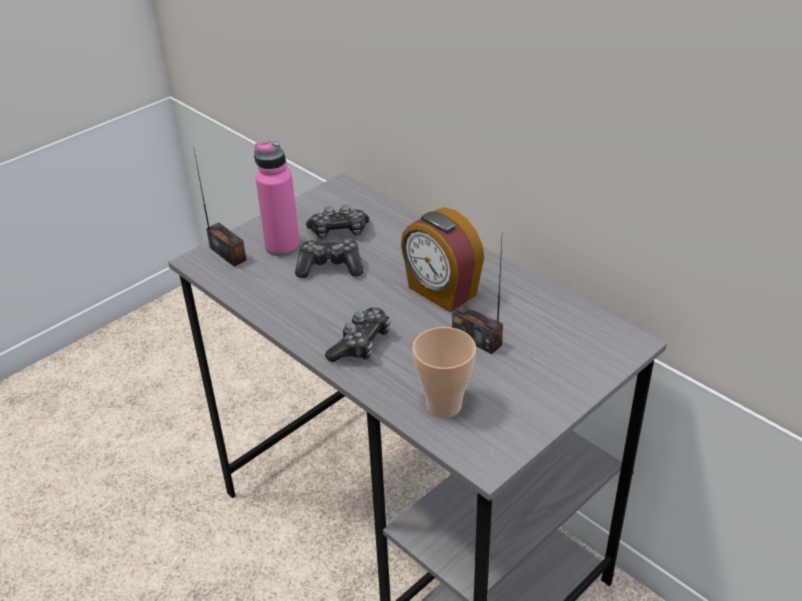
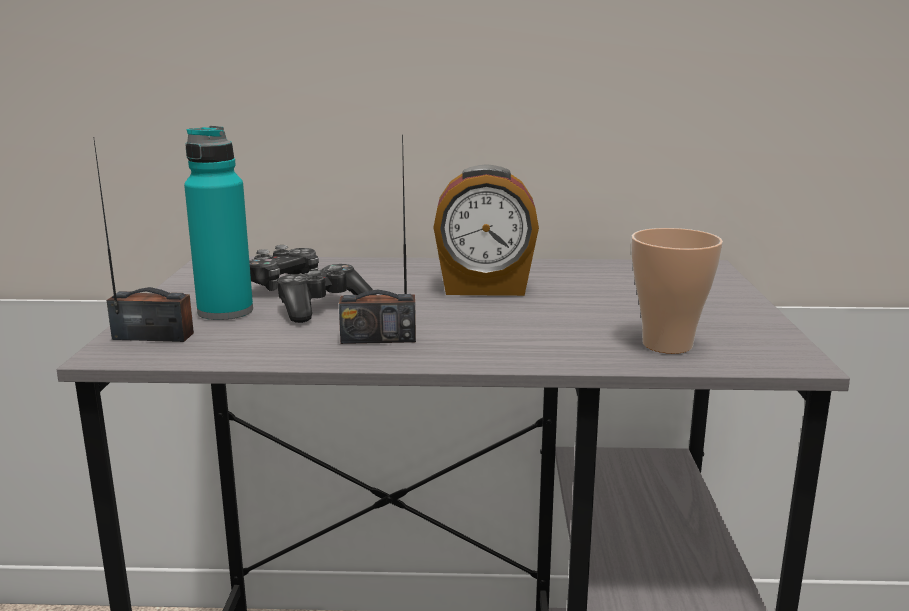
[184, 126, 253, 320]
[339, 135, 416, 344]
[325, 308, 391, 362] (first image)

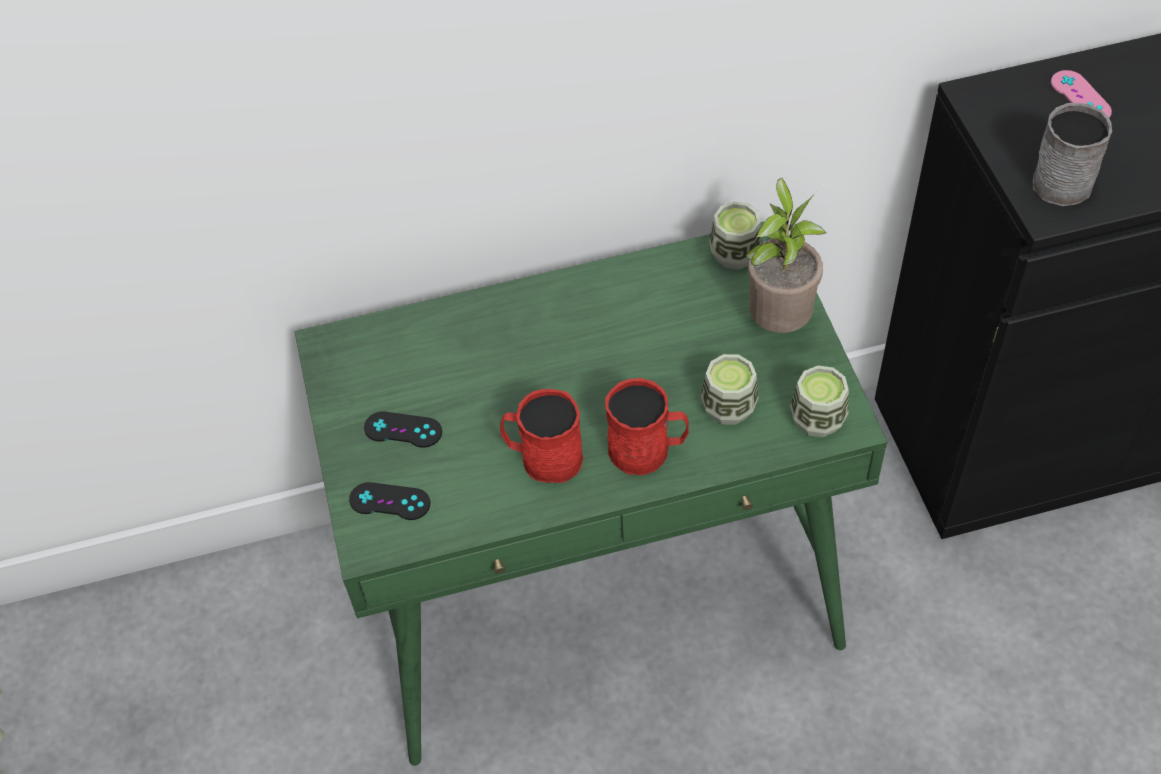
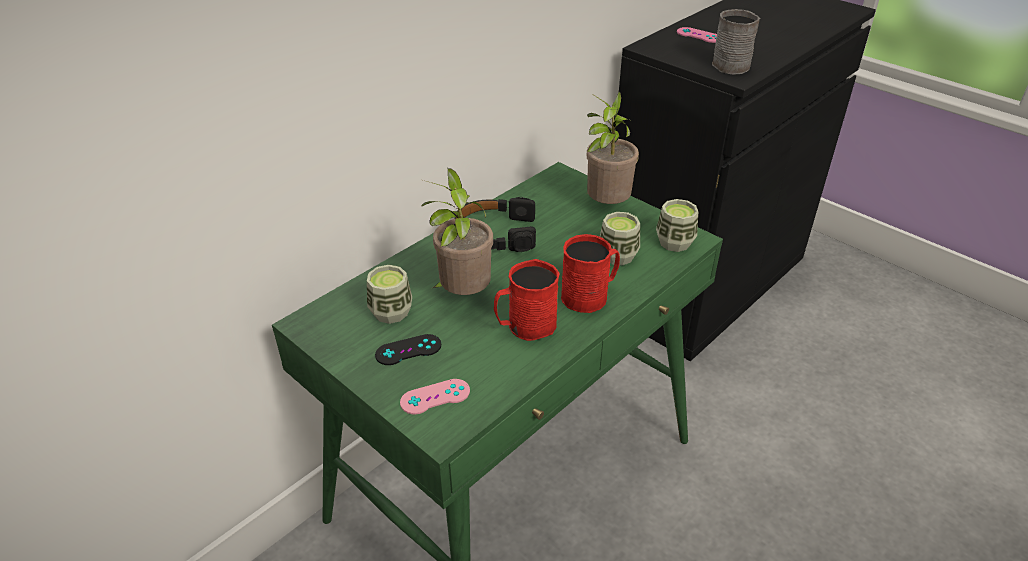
[367, 265, 412, 324]
[400, 379, 470, 415]
[422, 168, 493, 295]
[454, 197, 536, 252]

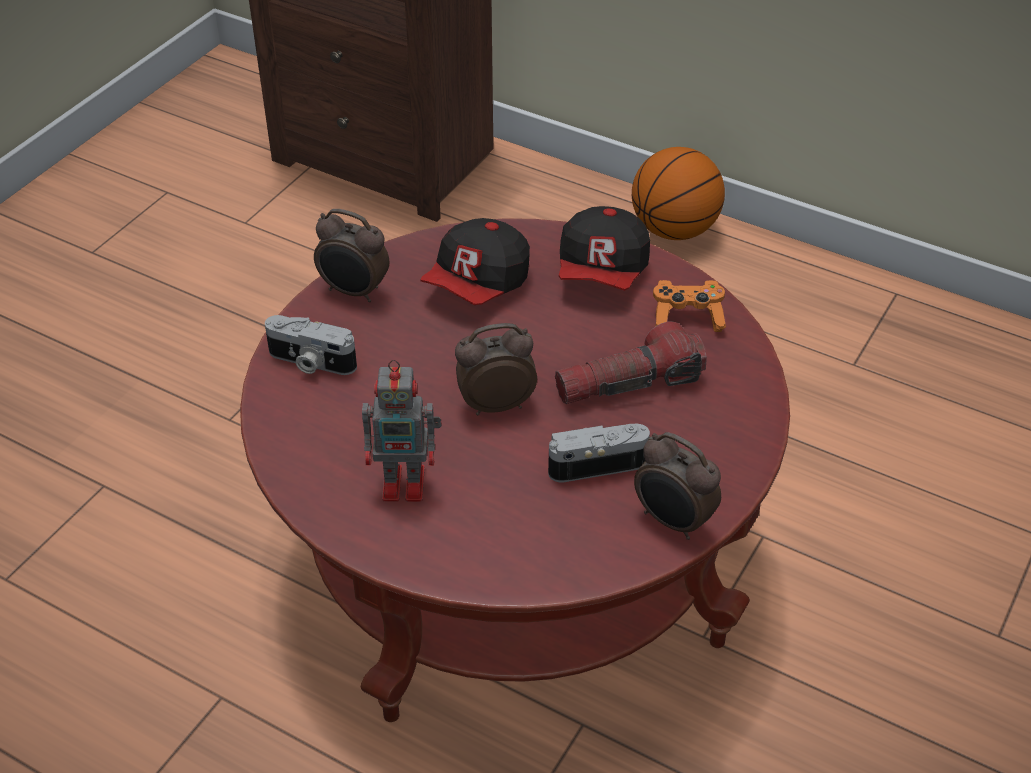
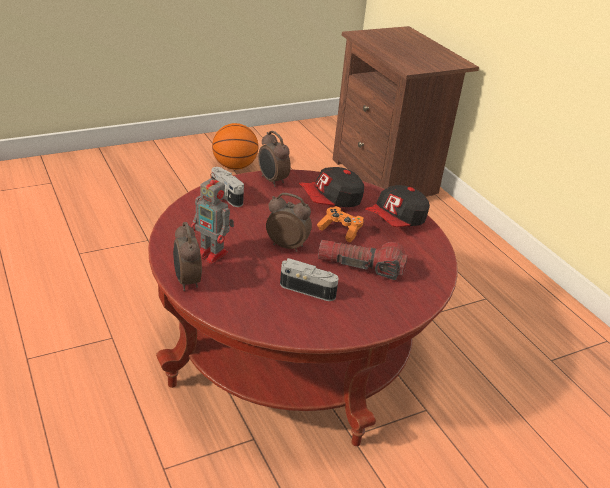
[173, 222, 202, 291]
[212, 123, 258, 170]
[317, 207, 364, 242]

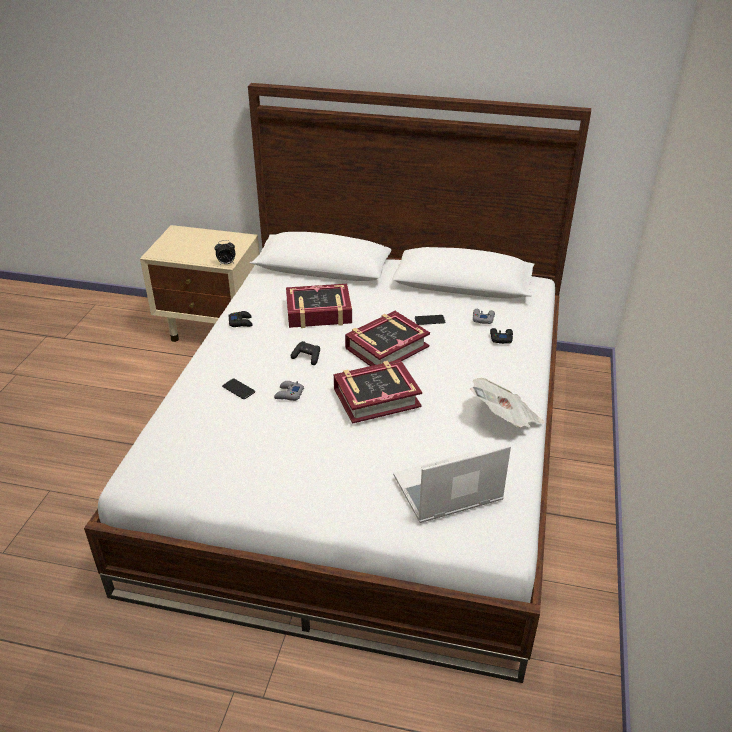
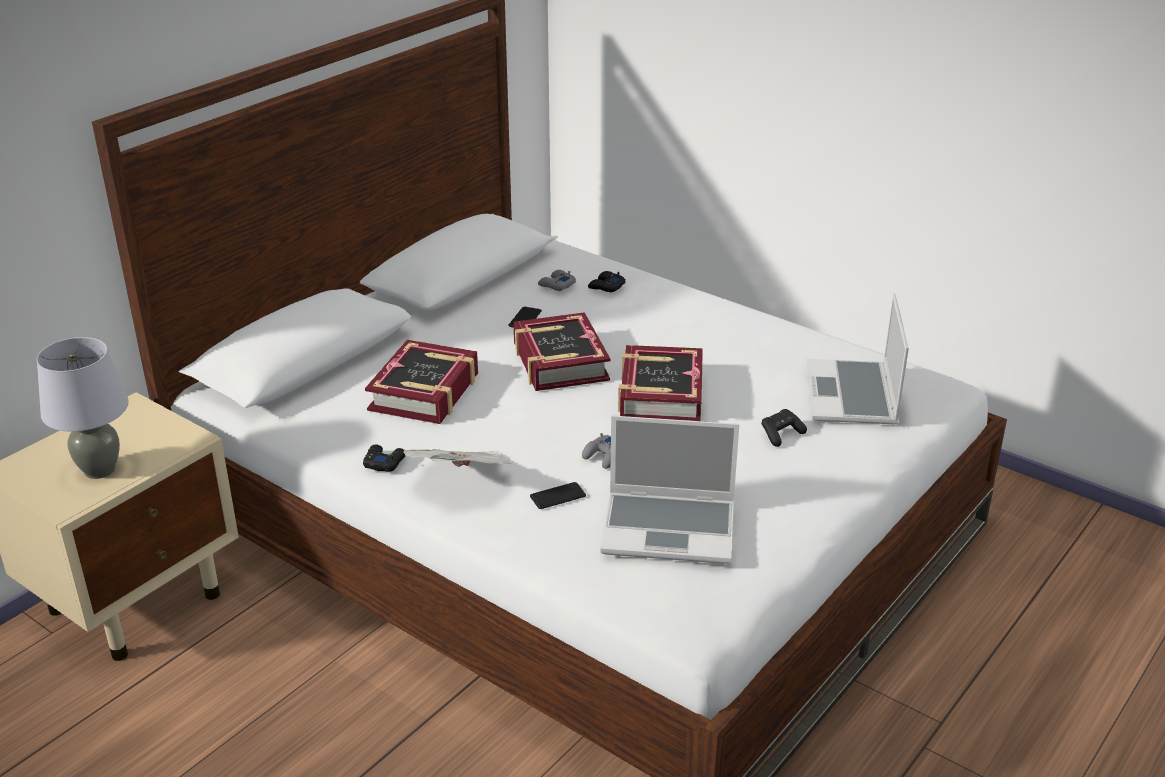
[37, 337, 129, 479]
[403, 449, 511, 467]
[600, 416, 739, 564]
[762, 409, 807, 447]
[214, 240, 235, 265] (first image)

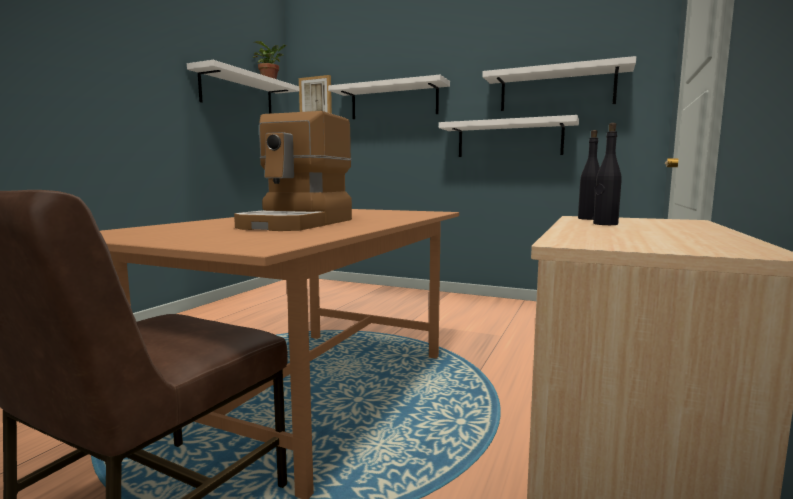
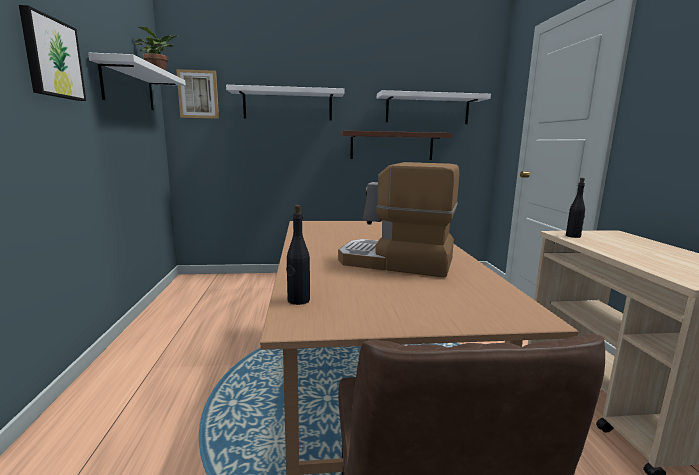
[19, 5, 86, 101]
[286, 205, 310, 305]
[338, 162, 459, 278]
[341, 131, 452, 160]

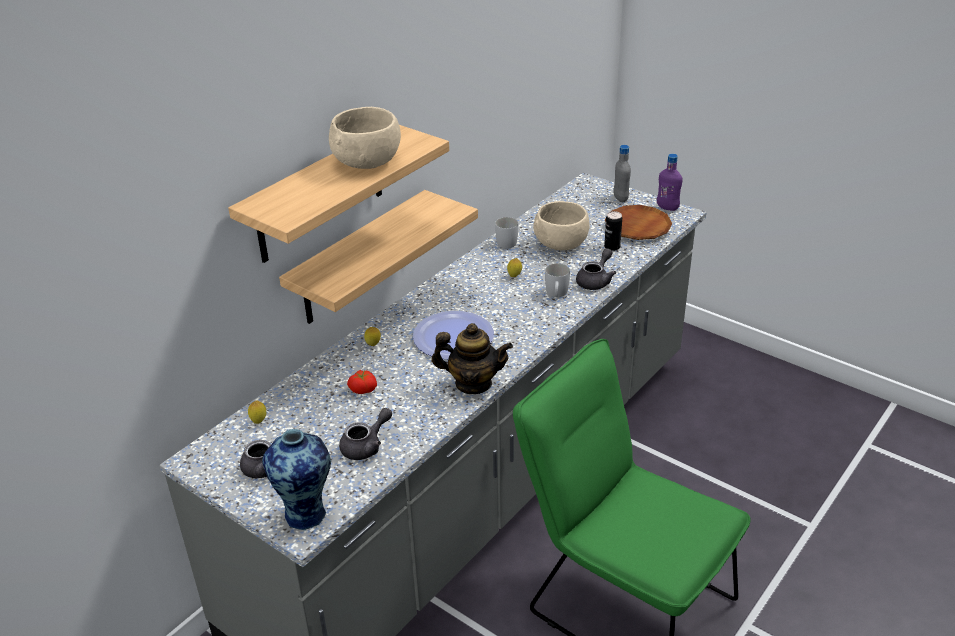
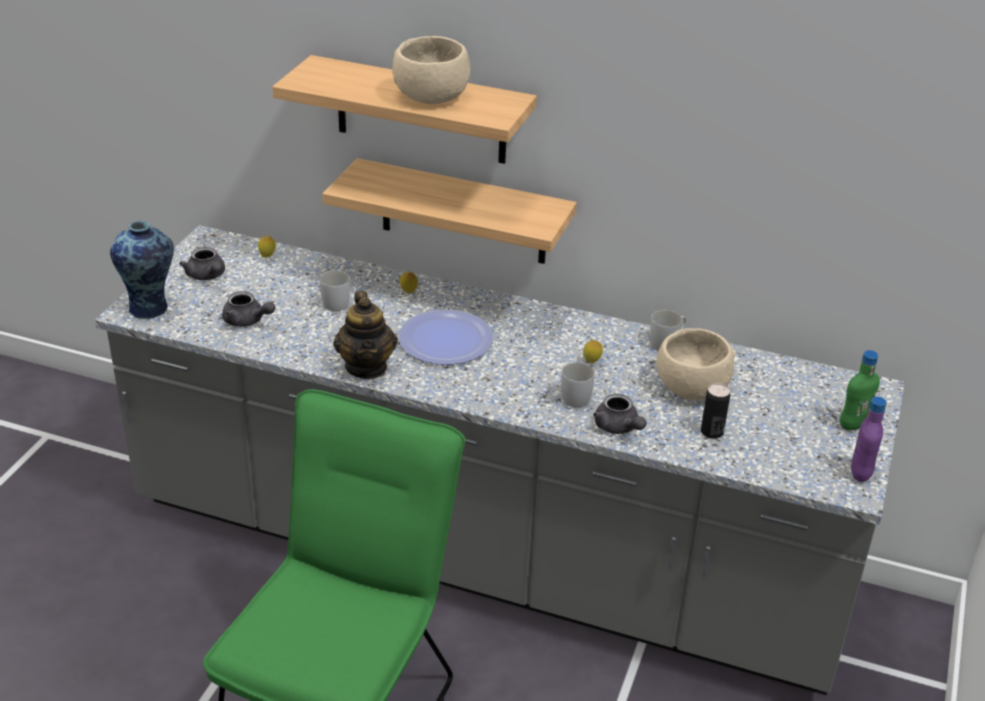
[320, 270, 350, 311]
[593, 393, 646, 434]
[840, 350, 880, 430]
[605, 205, 672, 240] (first image)

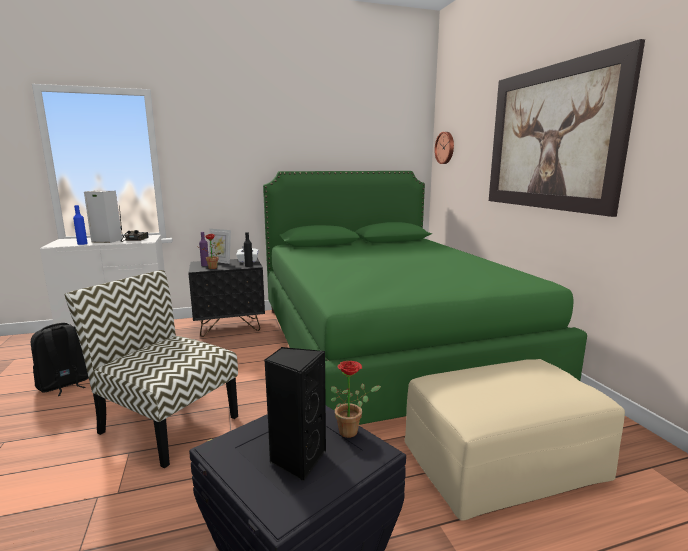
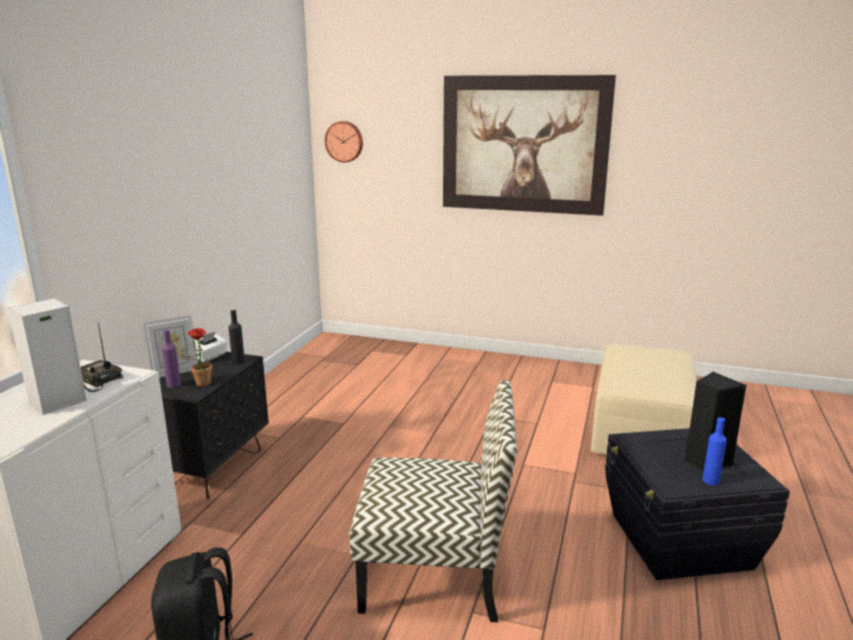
[349, 380, 517, 622]
[702, 417, 727, 485]
[263, 171, 587, 425] (first image)
[331, 361, 381, 438] (first image)

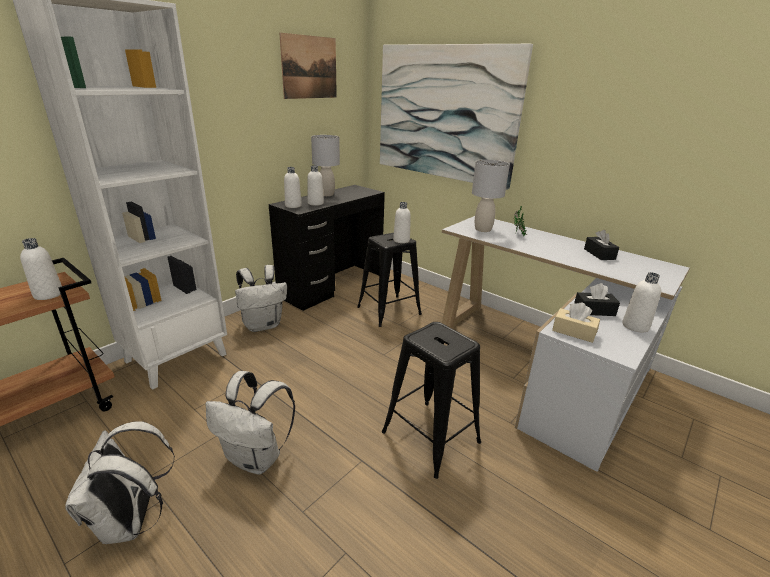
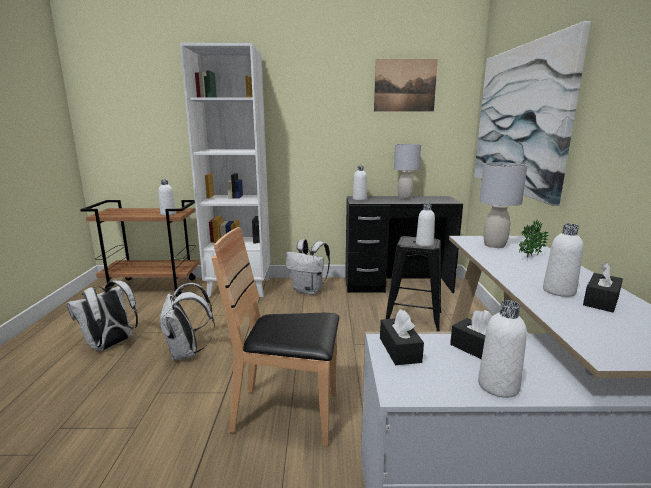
[212, 227, 339, 446]
[380, 310, 424, 365]
[543, 224, 583, 297]

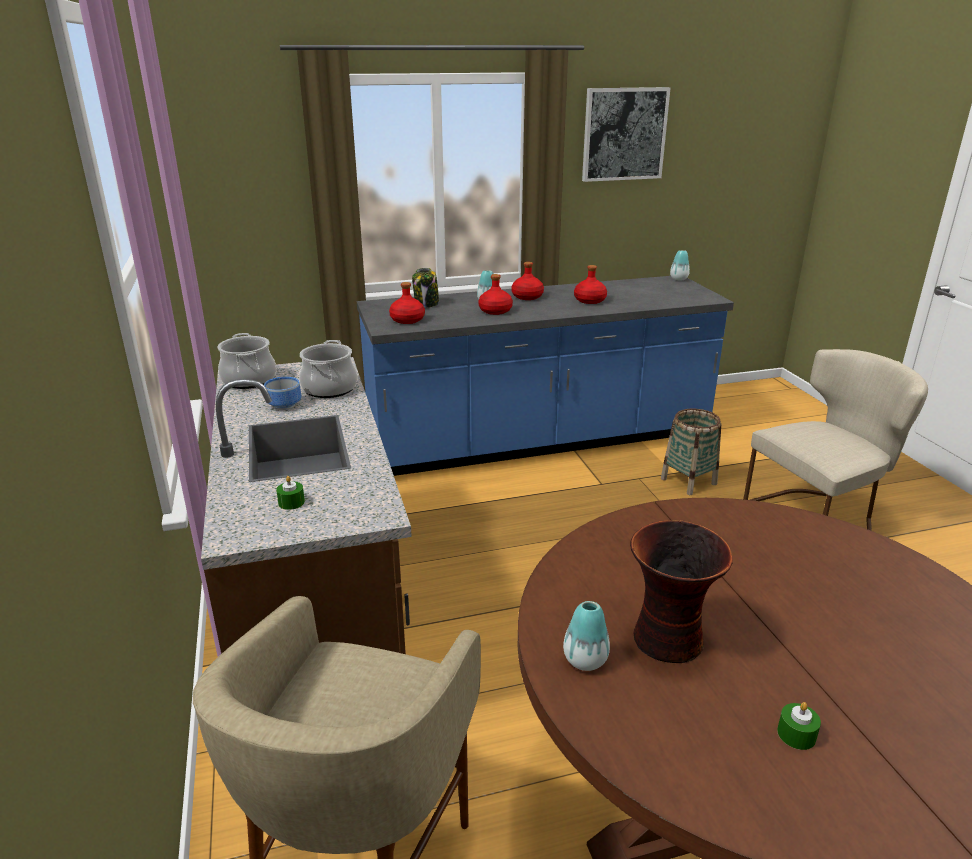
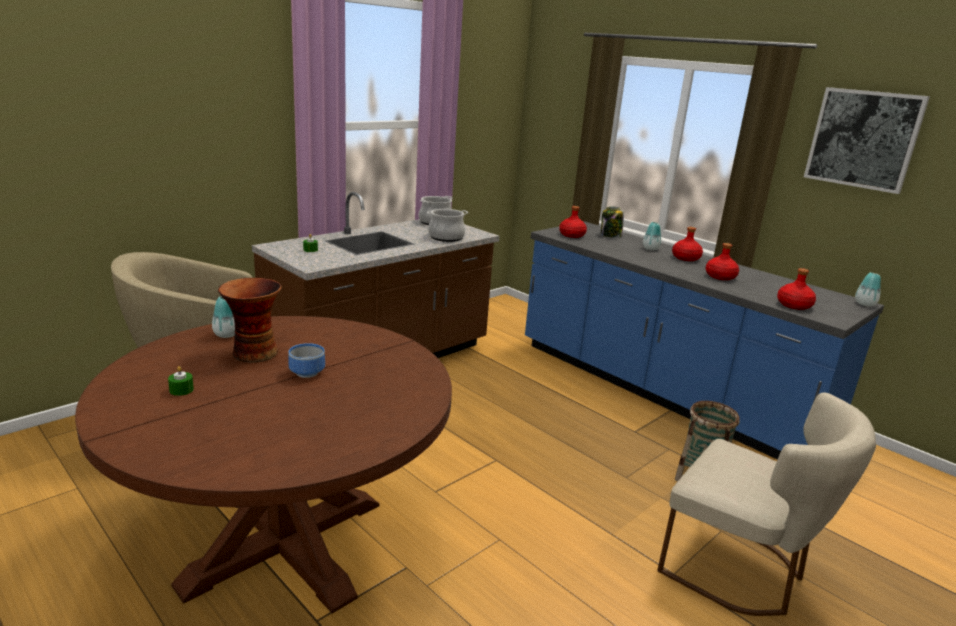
[288, 343, 325, 378]
[777, 268, 816, 310]

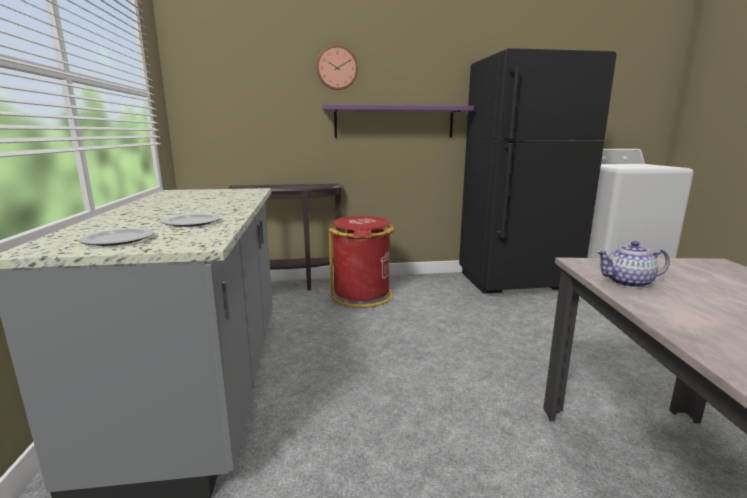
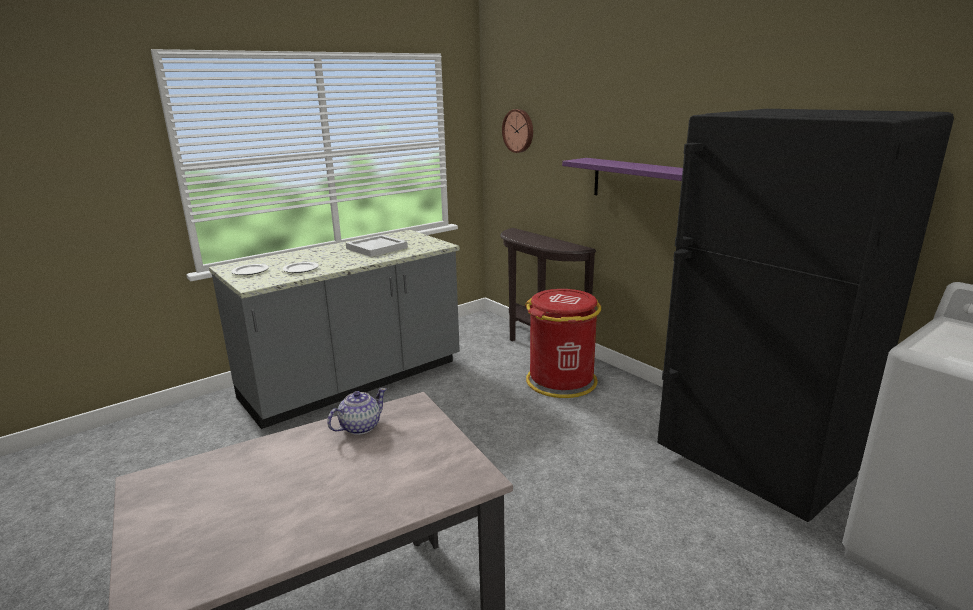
[327, 388, 386, 435]
[346, 235, 408, 257]
[502, 109, 533, 153]

